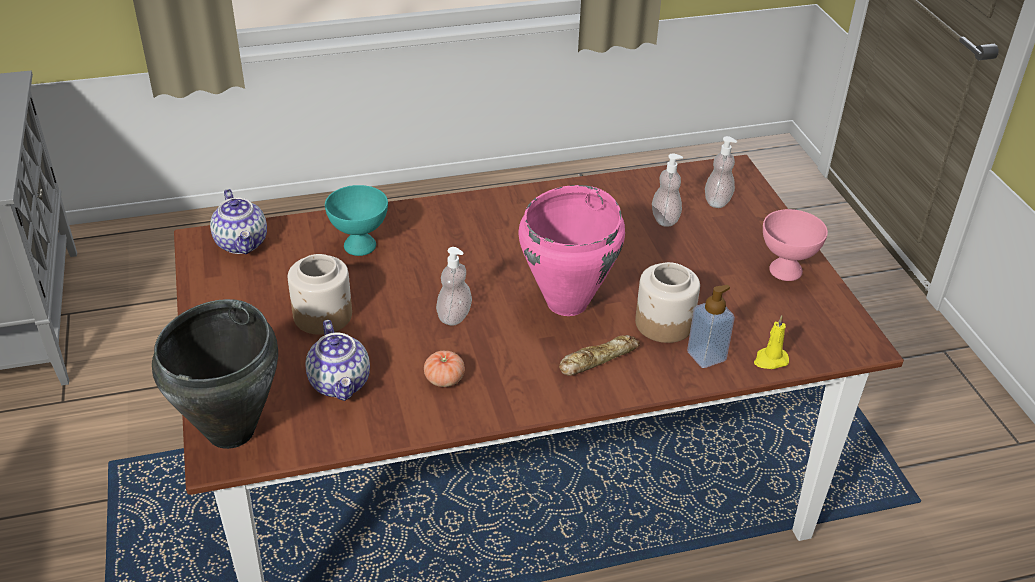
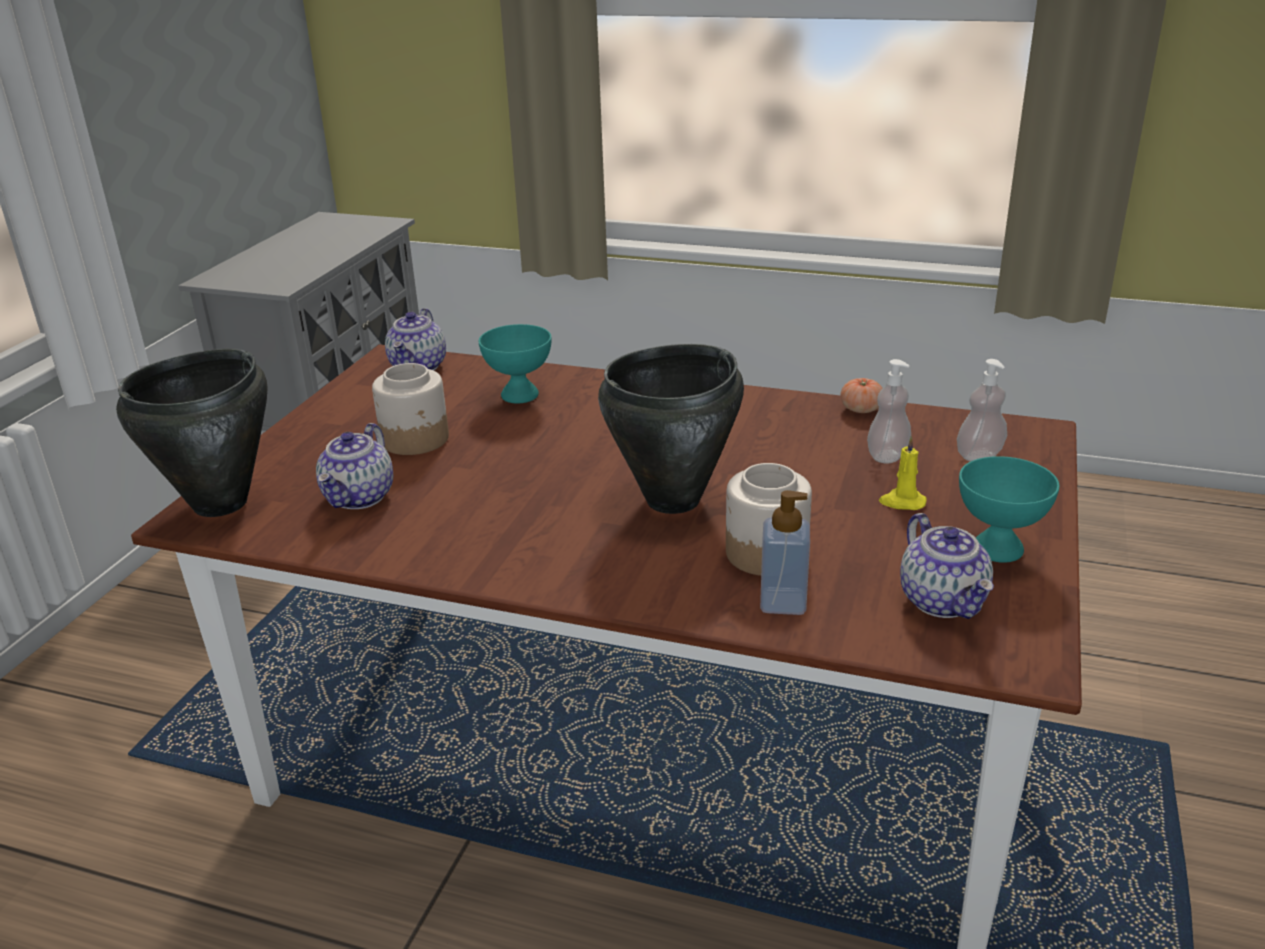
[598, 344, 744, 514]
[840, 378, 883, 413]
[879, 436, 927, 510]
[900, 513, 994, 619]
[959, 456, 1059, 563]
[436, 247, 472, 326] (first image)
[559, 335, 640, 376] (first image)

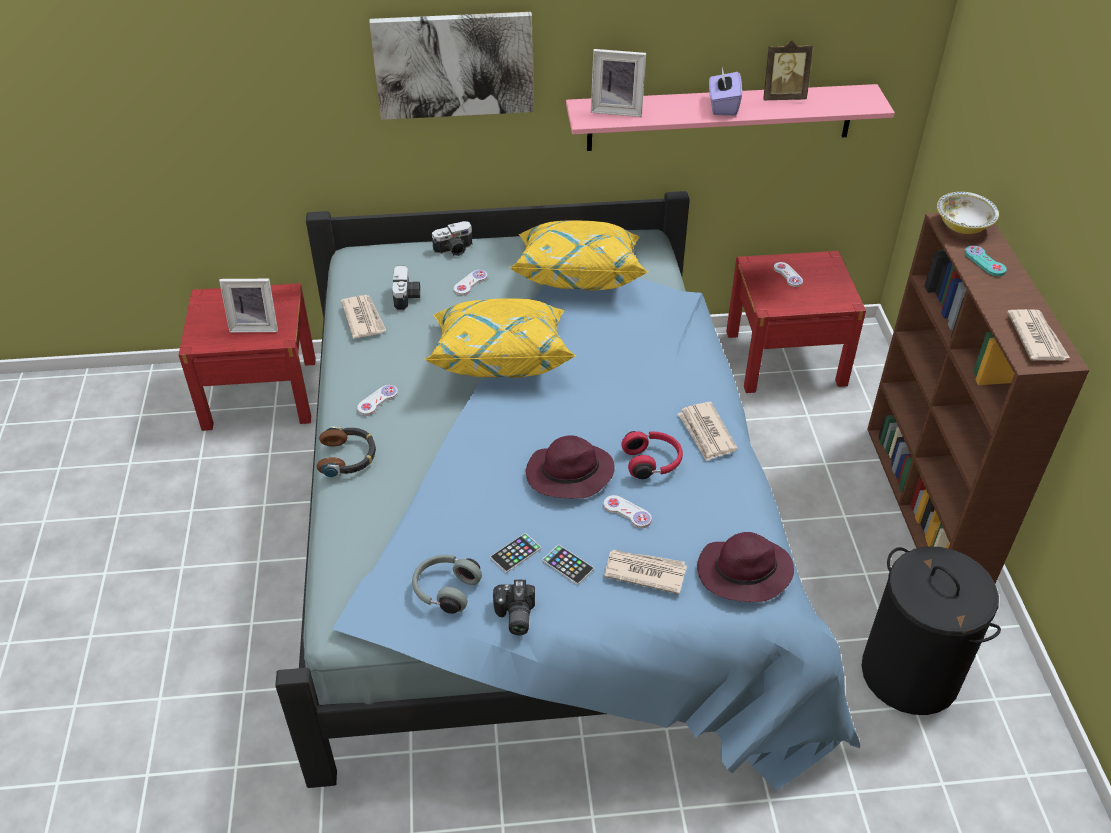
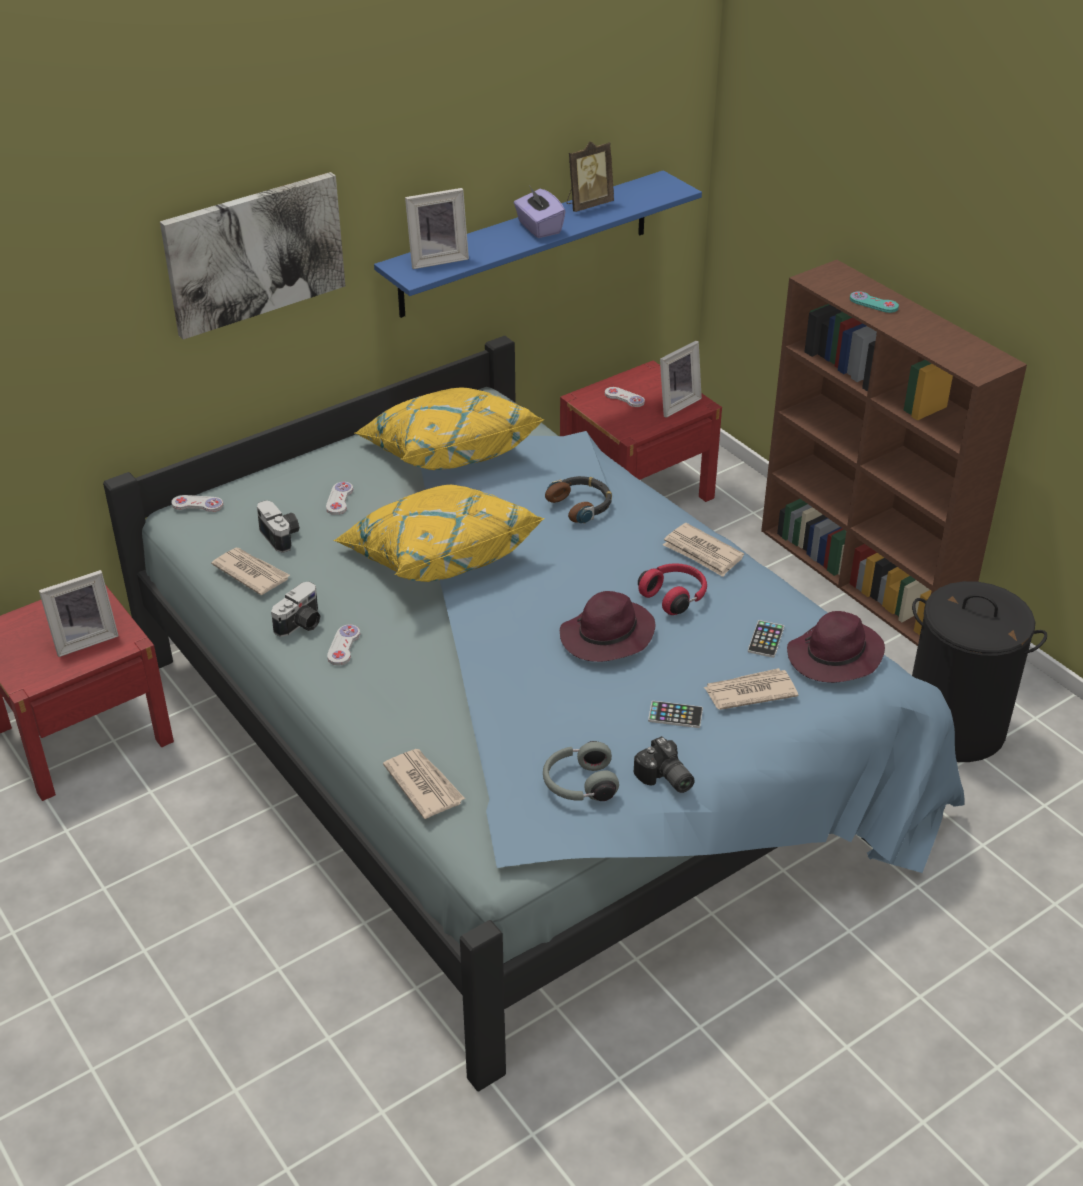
[171, 495, 223, 512]
[271, 582, 320, 637]
[374, 170, 702, 318]
[383, 749, 465, 819]
[545, 476, 612, 524]
[660, 341, 702, 418]
[748, 620, 784, 658]
[937, 192, 999, 234] (first image)

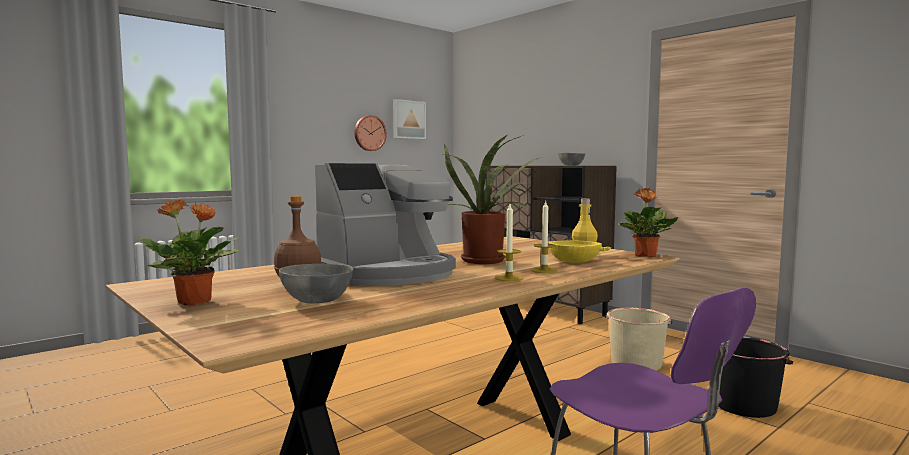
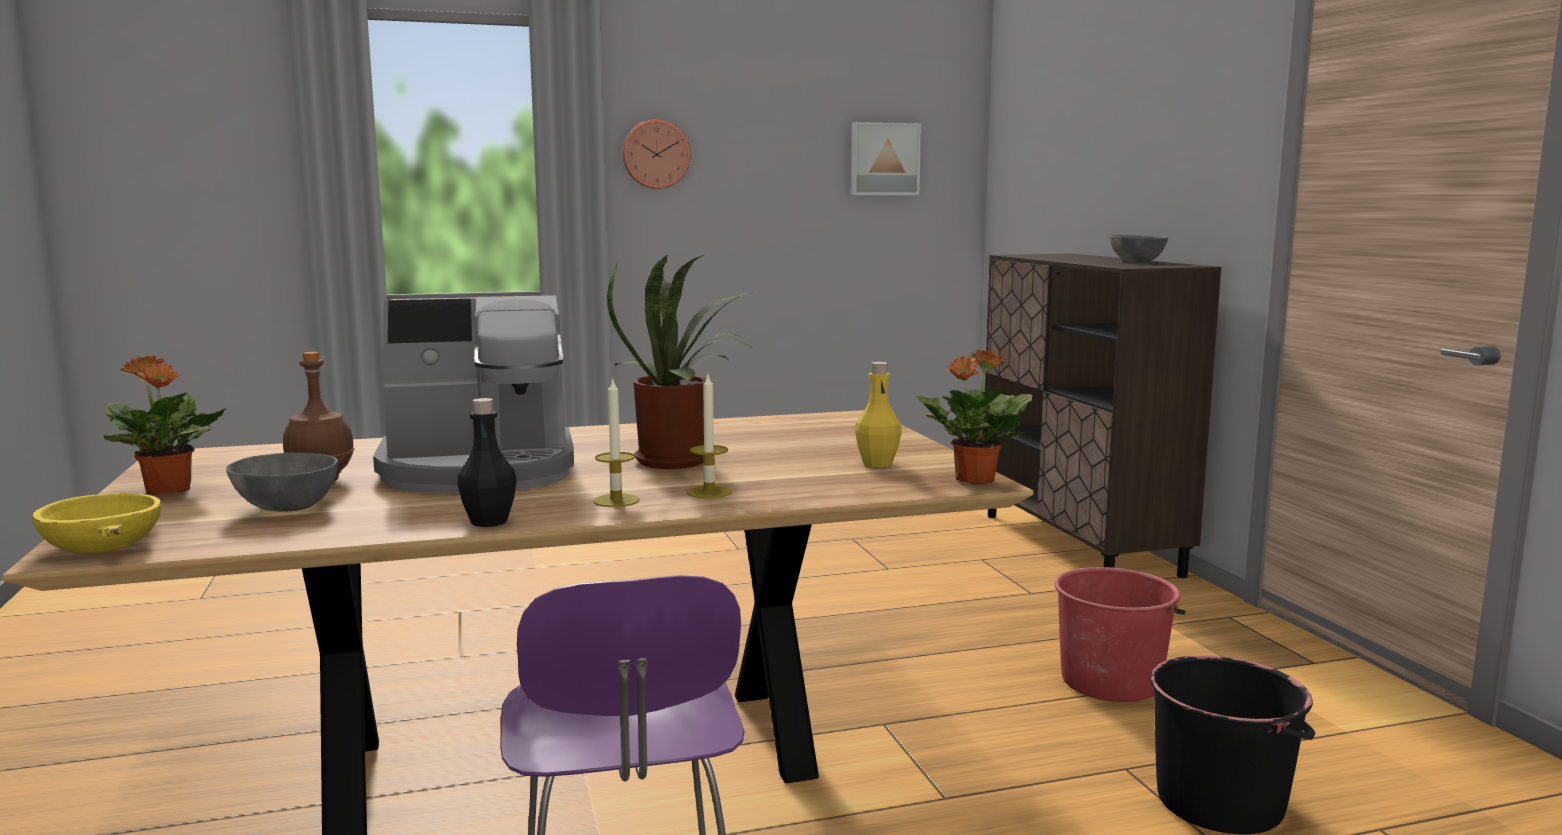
[32, 493, 162, 554]
[457, 398, 517, 527]
[623, 120, 690, 189]
[1054, 567, 1185, 702]

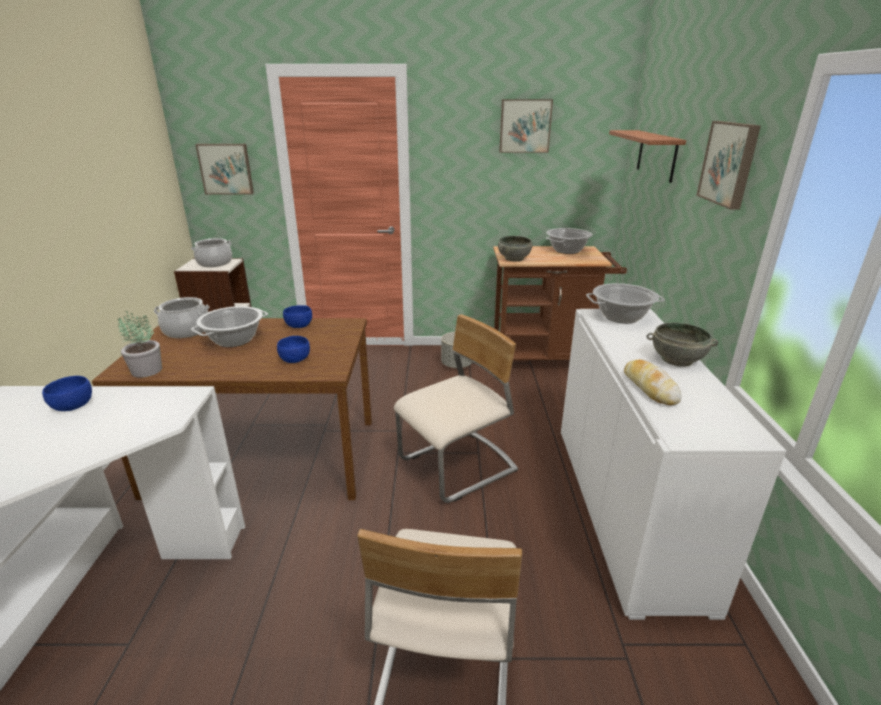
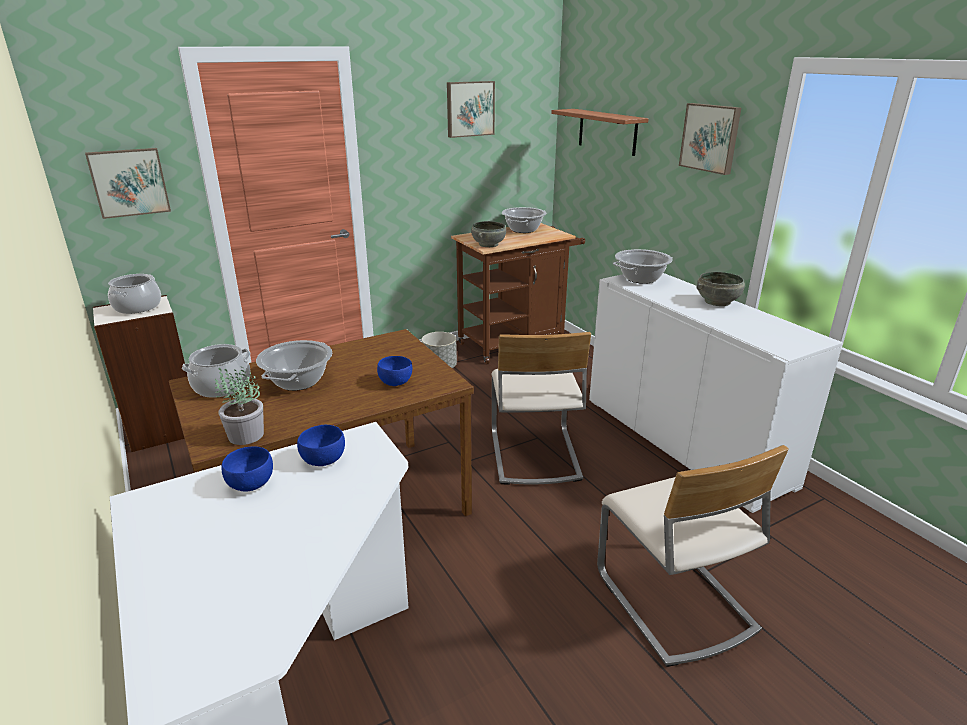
[297, 425, 345, 466]
[491, 332, 591, 485]
[624, 359, 681, 405] (first image)

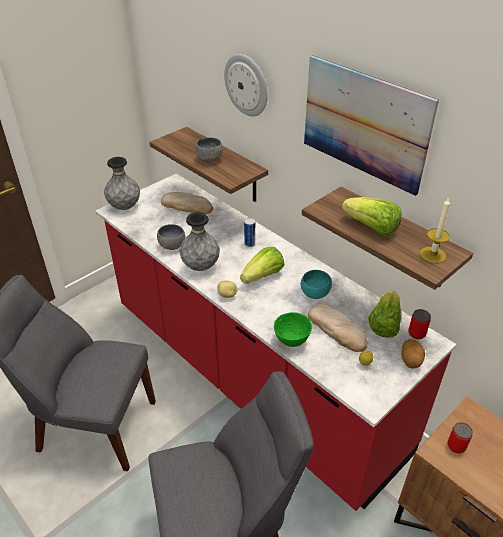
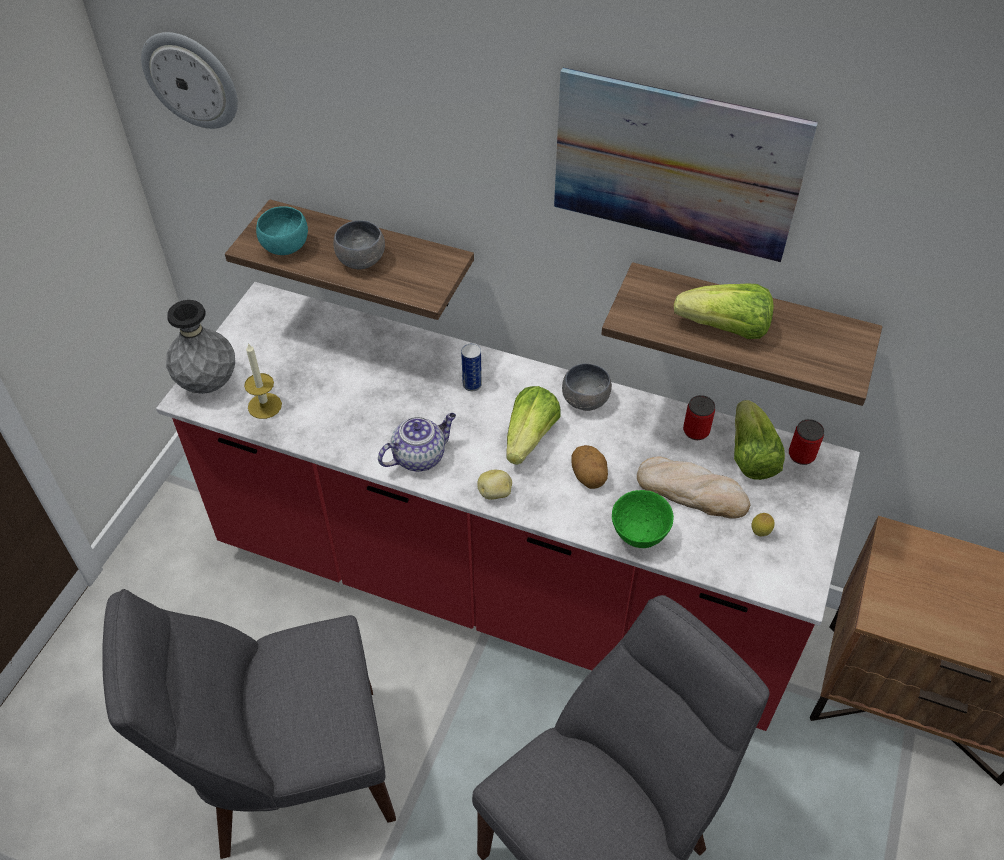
[141, 32, 238, 129]
[244, 343, 282, 419]
[256, 206, 308, 255]
[378, 413, 456, 472]
[562, 363, 612, 411]
[571, 445, 608, 489]
[683, 395, 715, 440]
[161, 192, 213, 214] (first image)

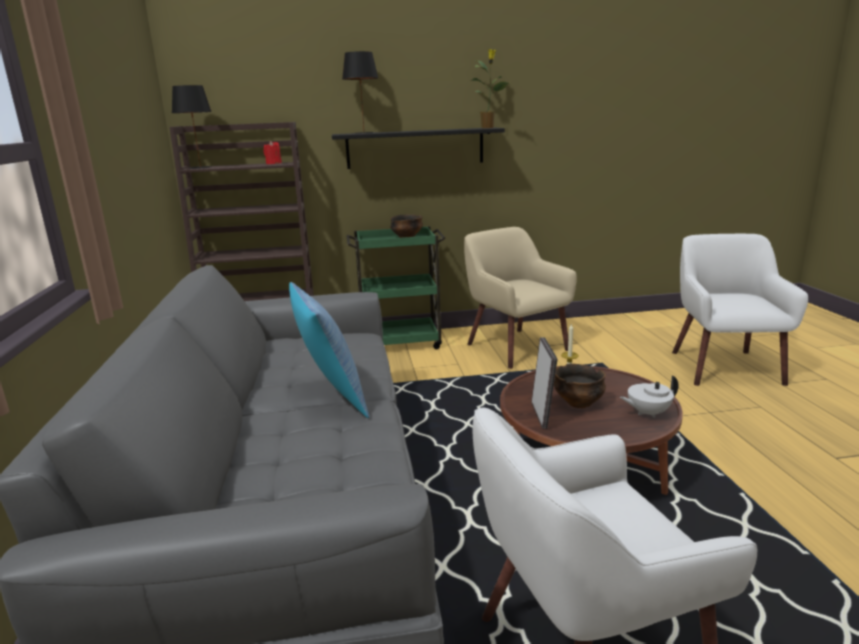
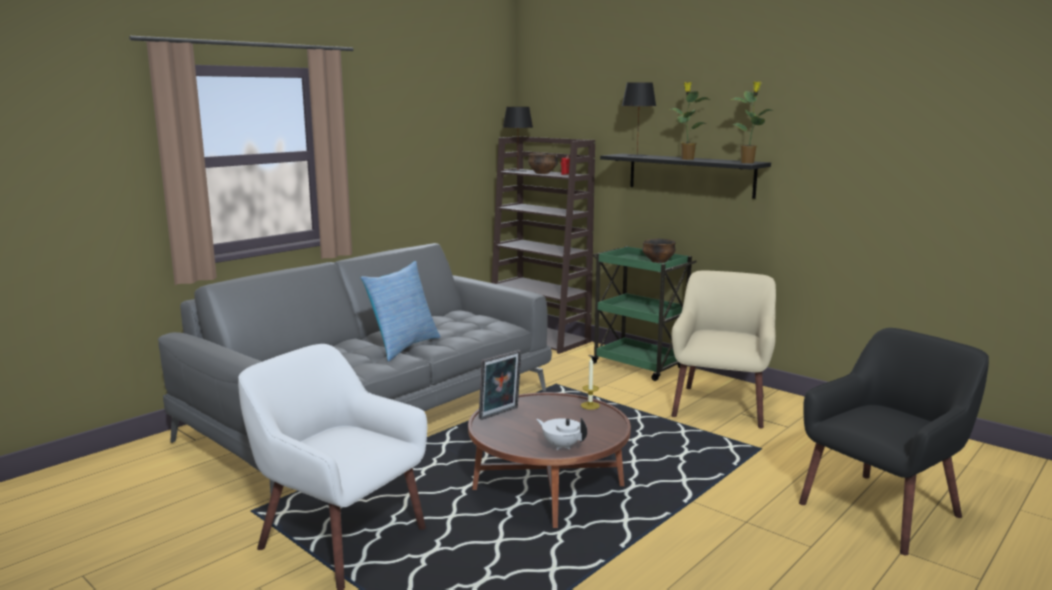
[528, 153, 558, 174]
[671, 82, 711, 160]
[799, 328, 989, 555]

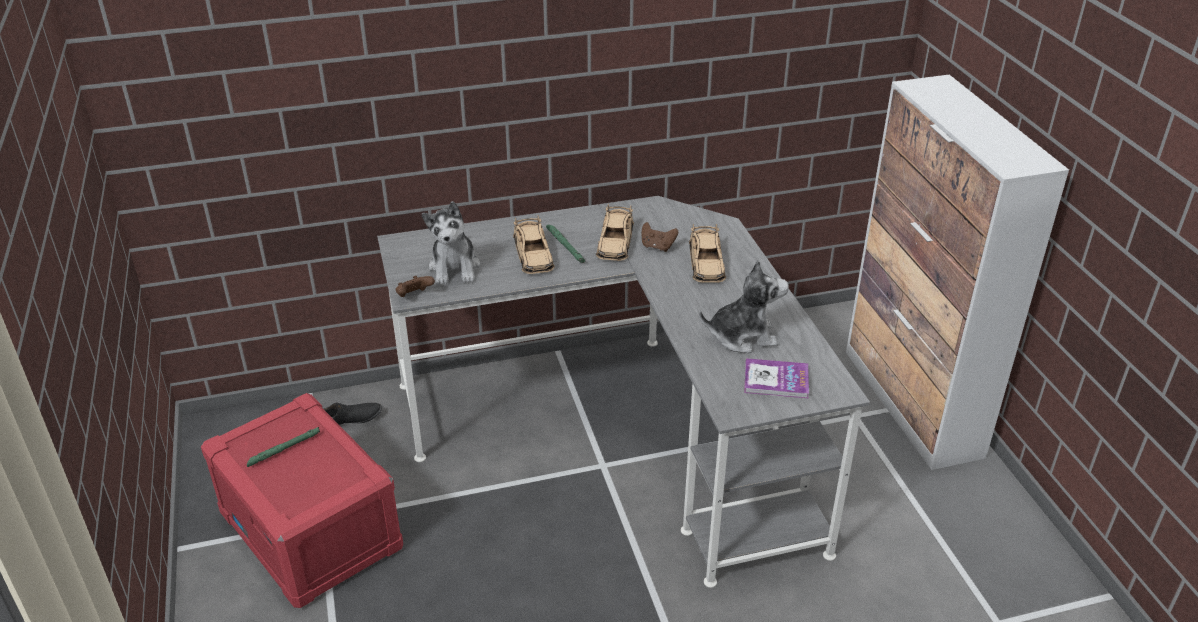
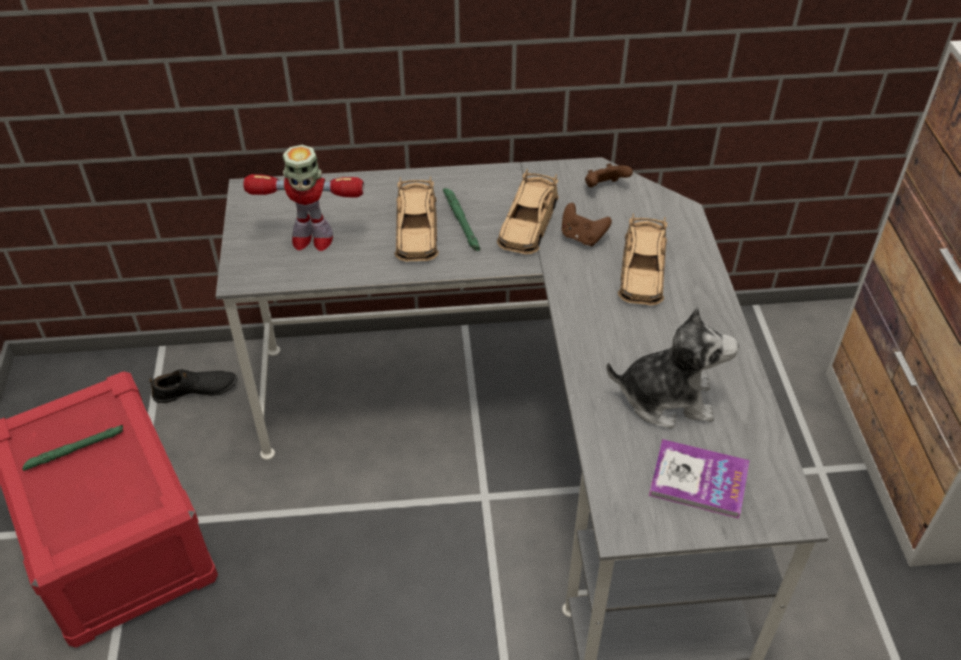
[243, 145, 364, 251]
[585, 163, 633, 188]

